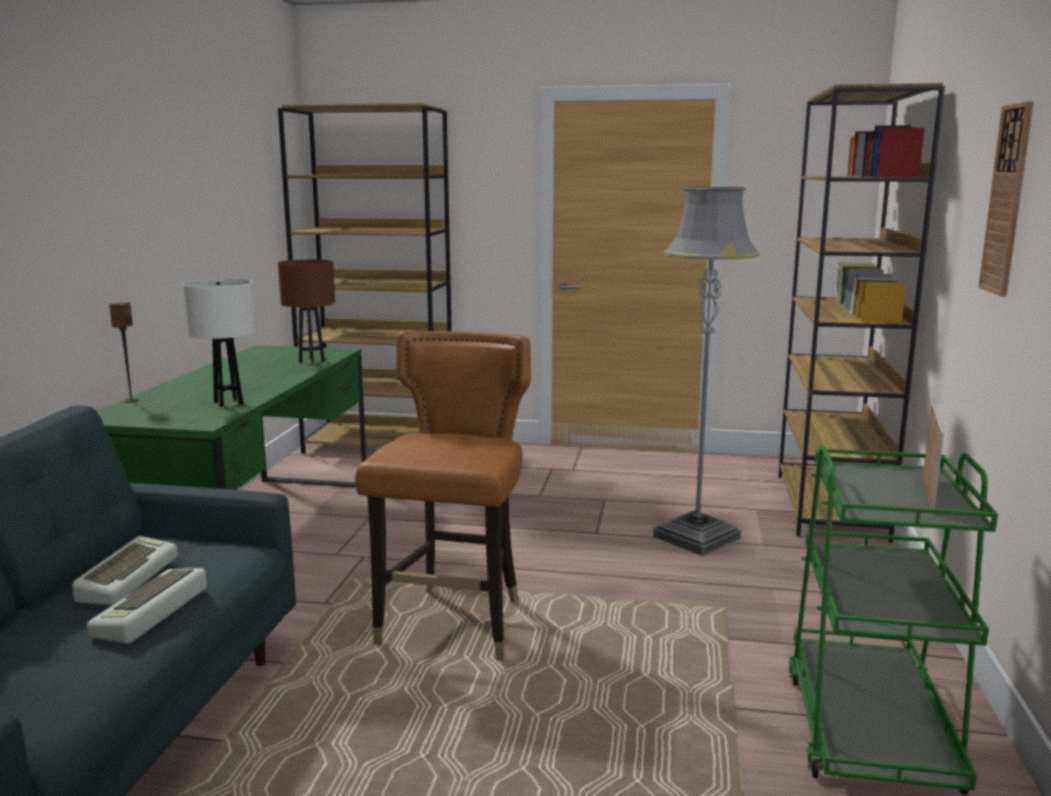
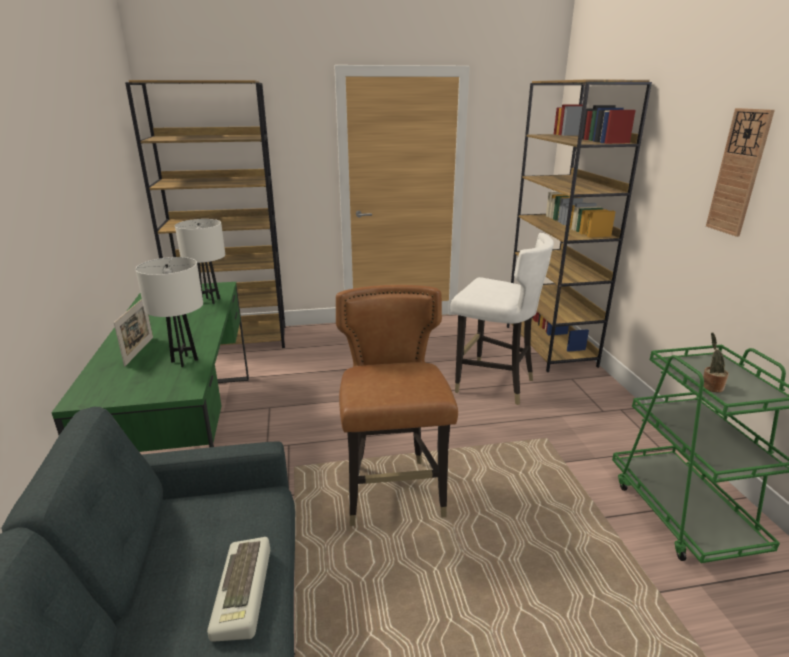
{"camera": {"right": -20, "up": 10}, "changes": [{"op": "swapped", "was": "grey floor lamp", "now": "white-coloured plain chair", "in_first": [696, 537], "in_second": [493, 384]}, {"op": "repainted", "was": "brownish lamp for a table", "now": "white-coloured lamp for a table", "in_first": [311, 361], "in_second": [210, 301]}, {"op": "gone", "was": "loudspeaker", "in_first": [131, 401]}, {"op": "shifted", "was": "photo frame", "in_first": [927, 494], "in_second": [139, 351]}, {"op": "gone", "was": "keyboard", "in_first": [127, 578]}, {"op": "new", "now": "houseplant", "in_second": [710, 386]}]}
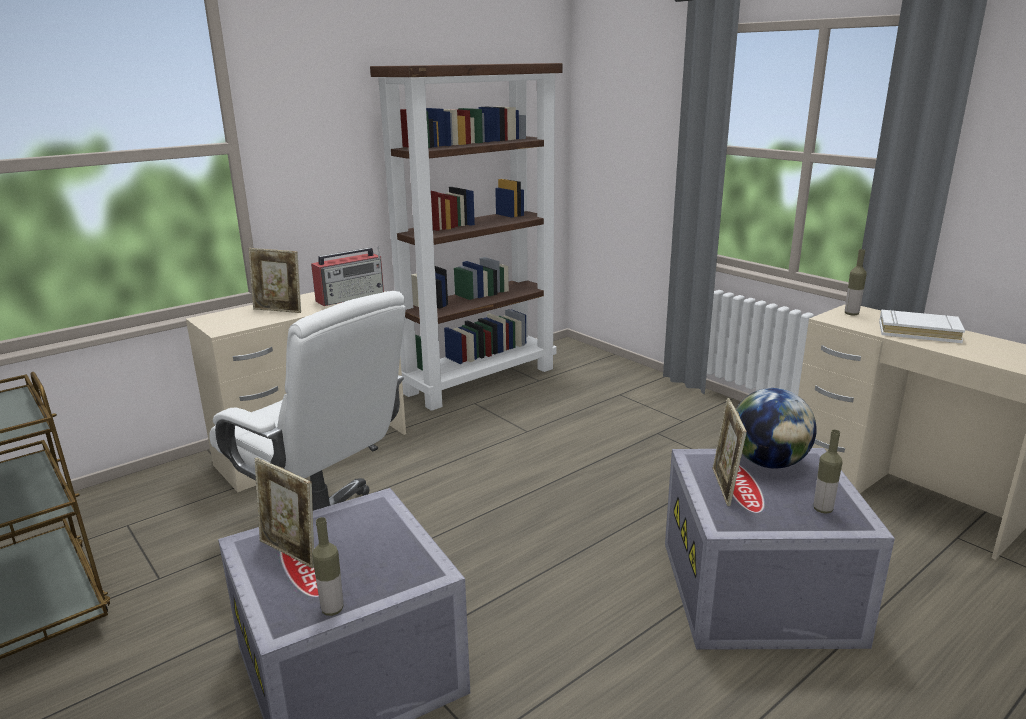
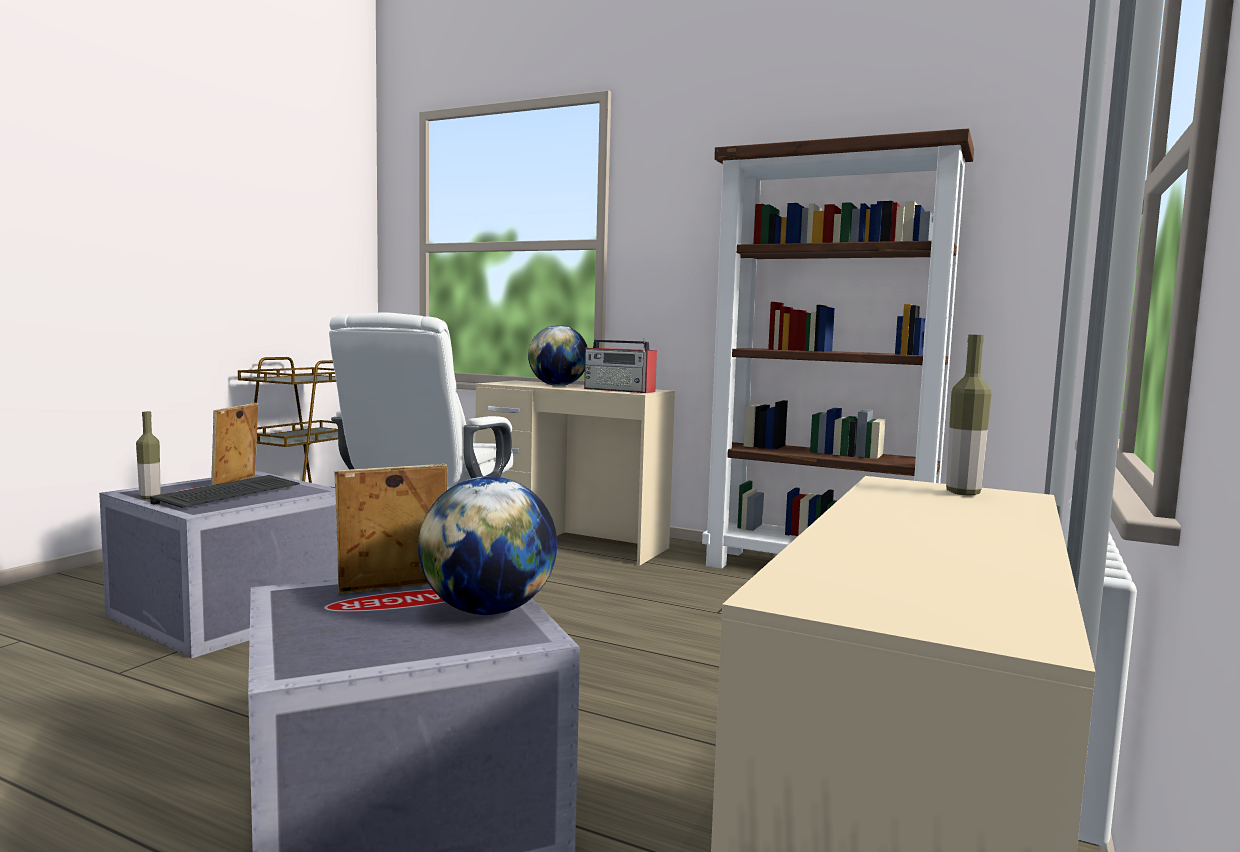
{"camera": {"right": 65, "up": -15}, "changes": [{"op": "swapped", "was": "photo frame", "now": "world globe", "in_first": [279, 310], "in_second": [557, 385]}, {"op": "gone", "was": "white-coloured volume", "in_first": [918, 332]}, {"op": "gone", "was": "drink bottle", "in_first": [822, 509]}, {"op": "new", "now": "keyboard", "in_second": [228, 495]}]}
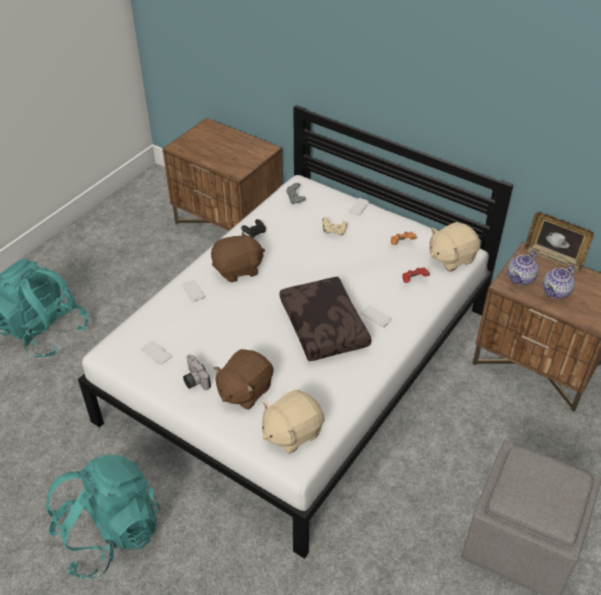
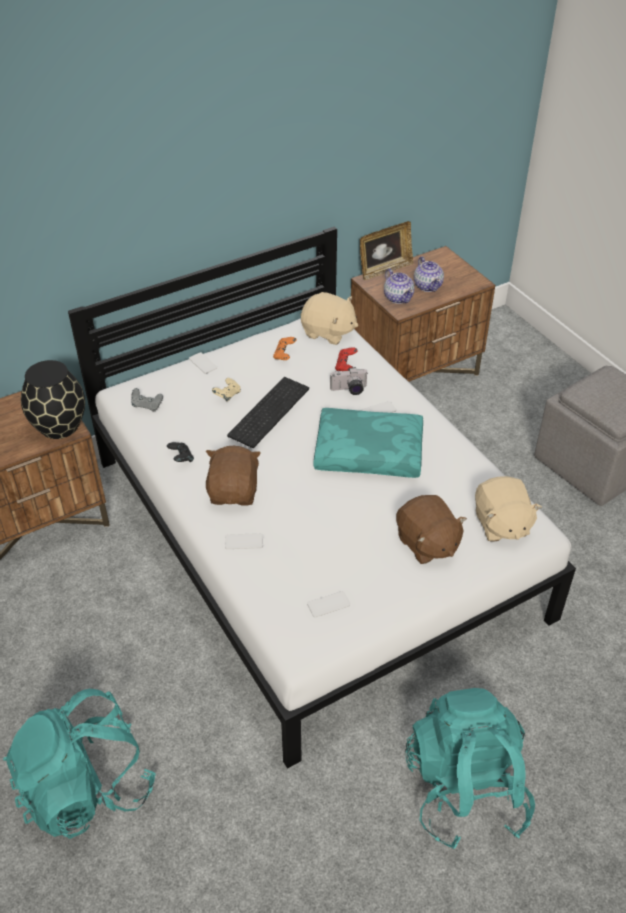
{"camera": {"right": -65, "up": 0}, "changes": [{"op": "rotated", "was": "beige plush toy", "in_first": [451, 258], "in_second": [328, 332], "clockwise": -60}, {"op": "repainted", "was": "brownish throw pillow", "now": "turquoise throw pillow", "in_first": [325, 326], "in_second": [369, 451]}, {"op": "shifted", "was": "still camera", "in_first": [194, 380], "in_second": [349, 390]}, {"op": "new", "now": "black-coloured flower vase", "in_second": [59, 426]}, {"op": "new", "now": "keyboard", "in_second": [268, 410]}]}
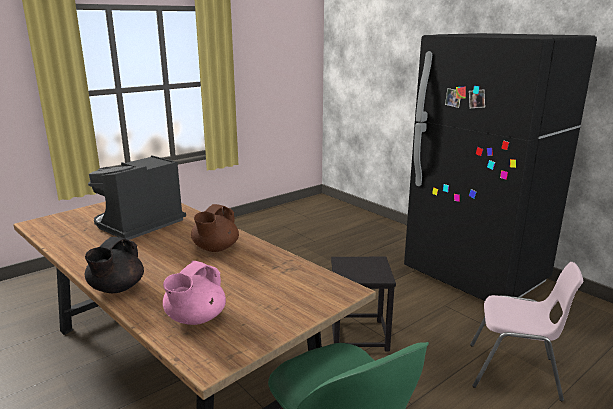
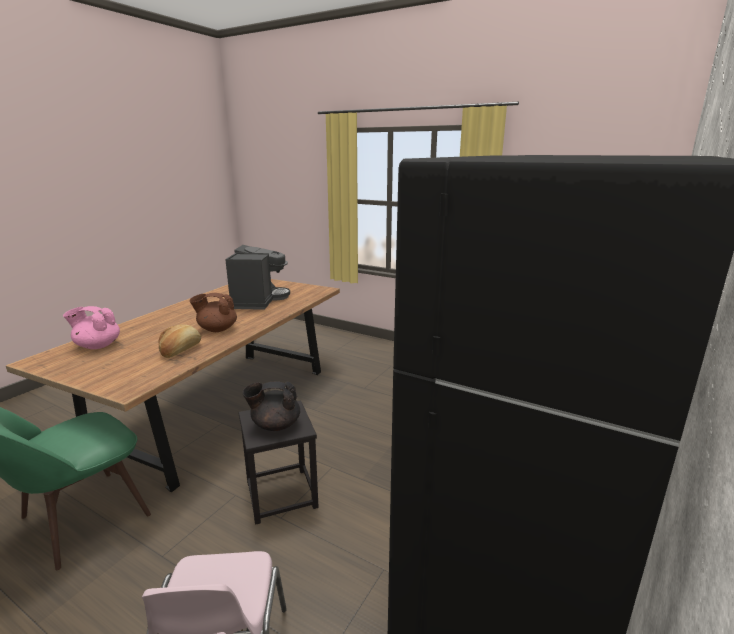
{"camera": {"right": 70, "up": 0}, "changes": [{"op": "rotated", "was": "coffee machine", "in_first": [139, 225], "in_second": [258, 300], "clockwise": 75}, {"op": "shifted", "was": "black-coloured pot for tea", "in_first": [116, 288], "in_second": [275, 425]}, {"op": "new", "now": "bread", "in_second": [181, 350]}]}
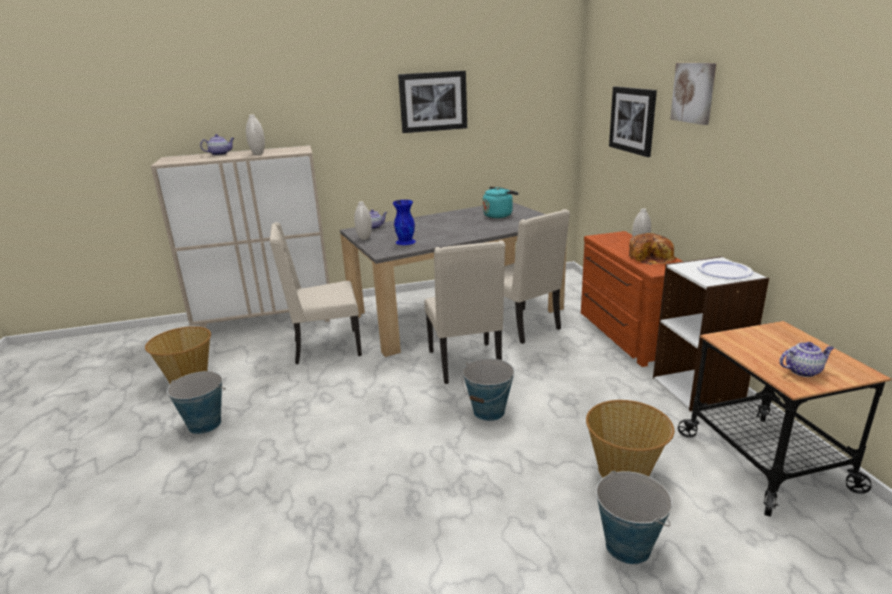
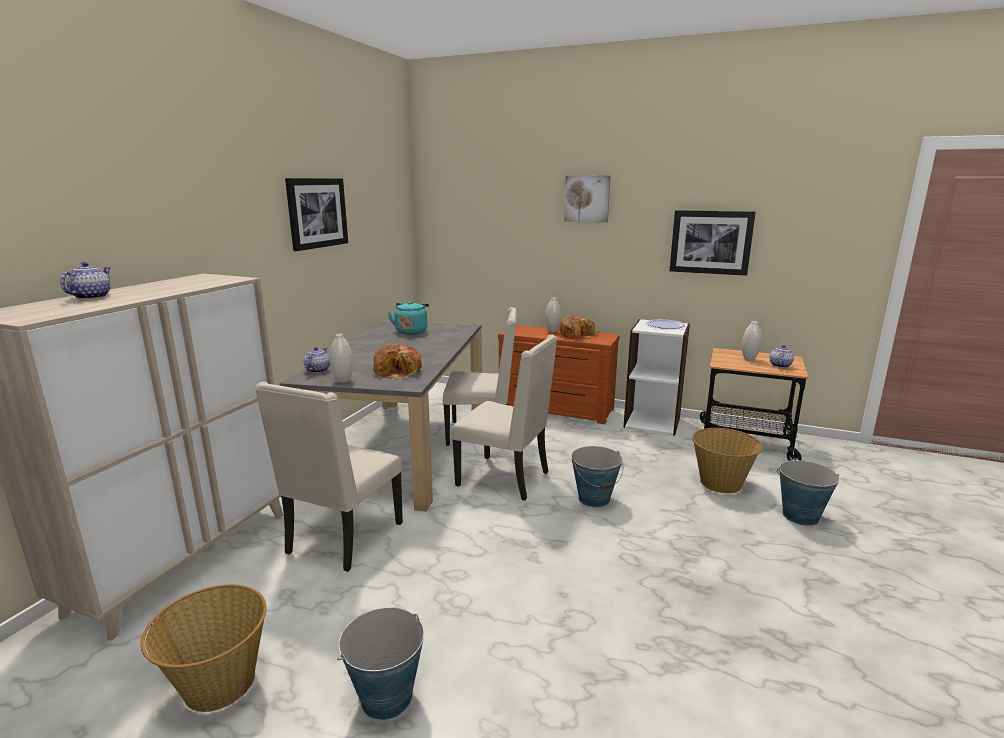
{"camera": {"right": -55, "up": -5}, "changes": [{"op": "shifted", "was": "wall art", "in_first": [632, 120], "in_second": [710, 242]}, {"op": "shifted", "was": "white-coloured flower vase", "in_first": [258, 154], "in_second": [749, 359]}, {"op": "swapped", "was": "blue flower vase", "now": "bread", "in_first": [406, 241], "in_second": [399, 371]}]}
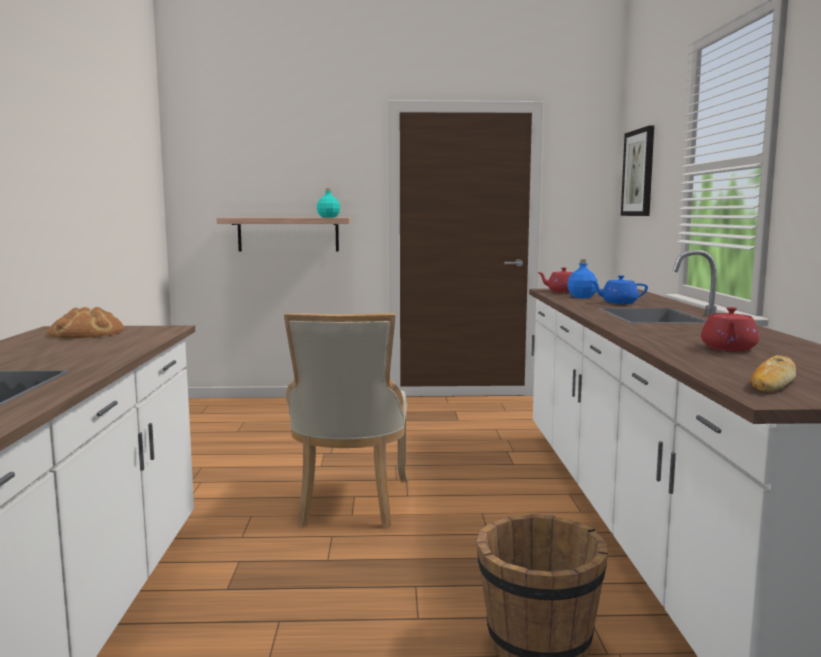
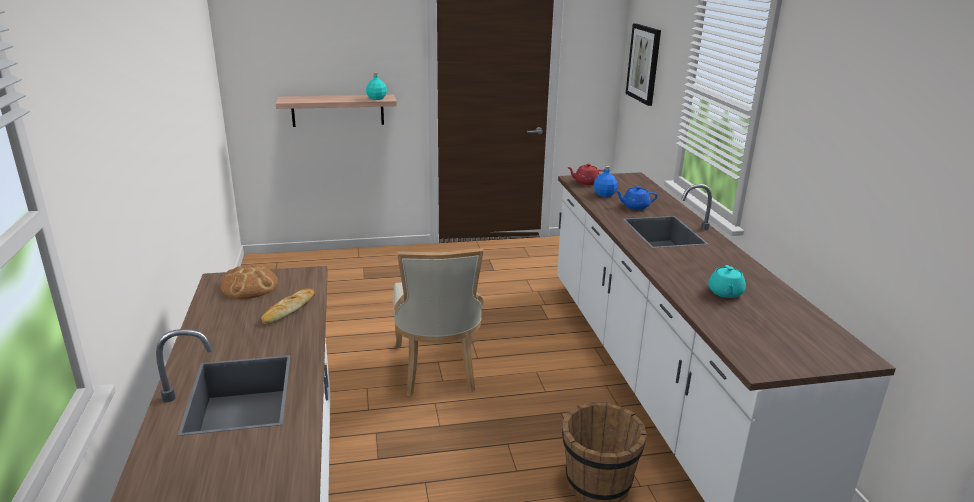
{"camera": {"right": -10, "up": 15}, "changes": [{"op": "repainted", "was": "reddish pot for tea", "now": "turquoise pot for tea", "in_first": [728, 348], "in_second": [725, 293]}, {"op": "shifted", "was": "bread", "in_first": [773, 381], "in_second": [289, 310]}]}
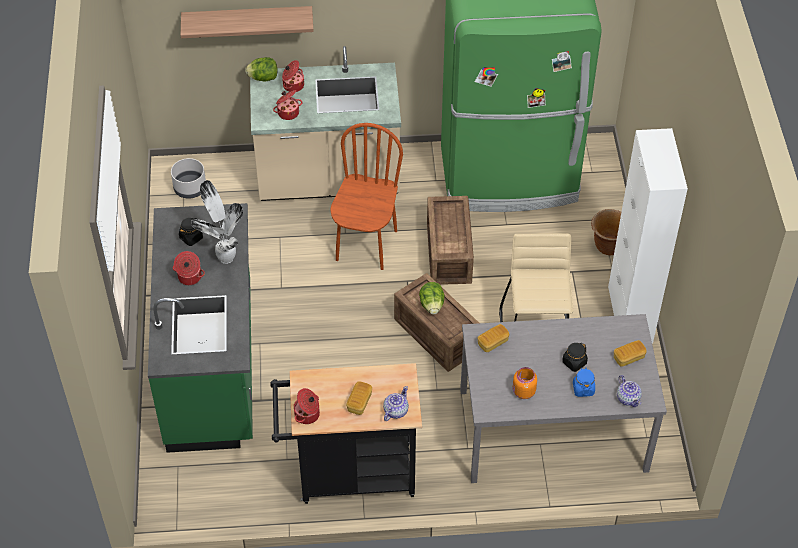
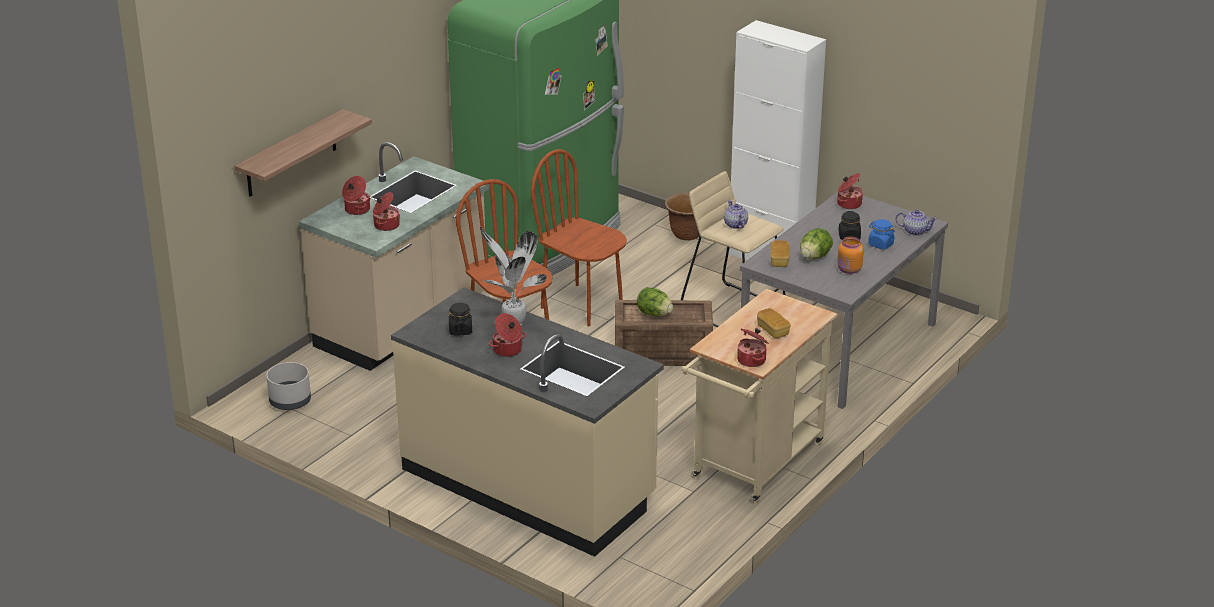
{"camera": {"right": -50, "up": -20}, "changes": [{"op": "shifted", "was": "head of lettuce", "in_first": [263, 78], "in_second": [814, 257]}, {"op": "swapped", "was": "crate", "now": "brownish plain chair", "in_first": [450, 252], "in_second": [582, 305]}, {"op": "repainted", "was": "green-coloured kitchen counter", "now": "beige kitchen counter", "in_first": [212, 366], "in_second": [529, 484]}, {"op": "gone", "was": "bread", "in_first": [628, 357]}, {"op": "repainted", "was": "black-coloured trolley", "now": "beige trolley", "in_first": [348, 474], "in_second": [753, 465]}, {"op": "shifted", "was": "pot for tea", "in_first": [395, 411], "in_second": [735, 225]}, {"op": "new", "now": "stockpot", "in_second": [848, 204]}]}
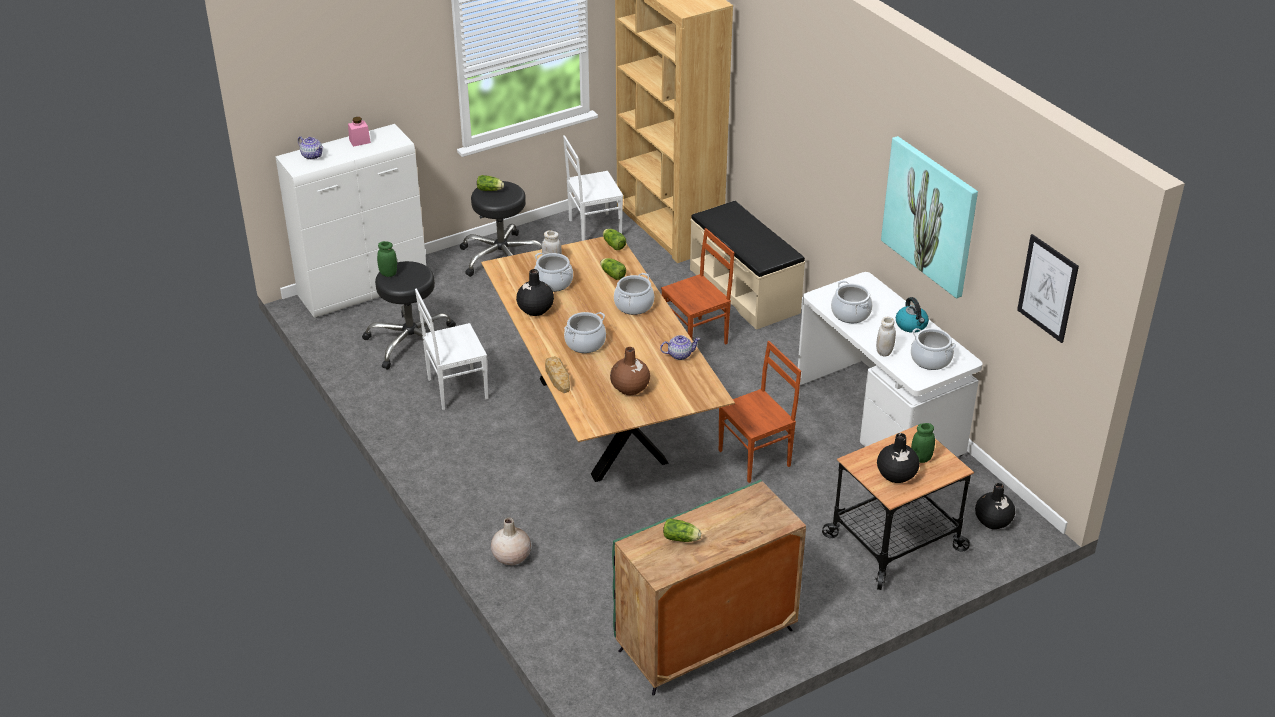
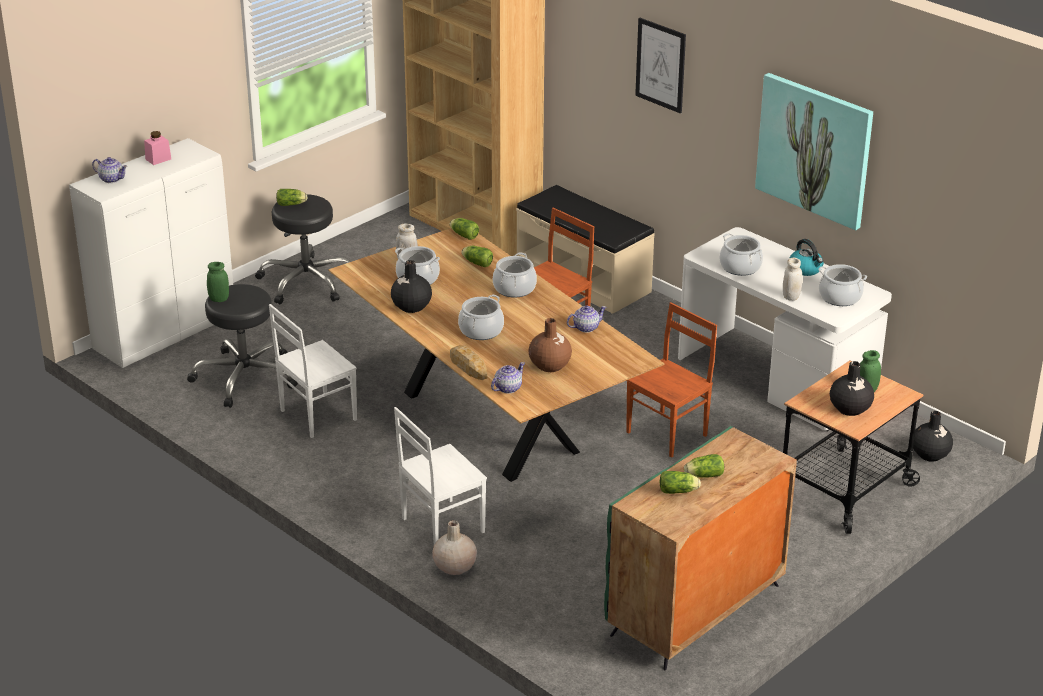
{"camera": {"right": -15, "up": -5}, "changes": [{"op": "shifted", "was": "white-coloured plain chair", "in_first": [593, 228], "in_second": [441, 525]}, {"op": "shifted", "was": "wall art", "in_first": [1047, 288], "in_second": [660, 65]}, {"op": "new", "now": "pot for tea", "in_second": [507, 388]}, {"op": "new", "now": "head of lettuce", "in_second": [703, 475]}]}
